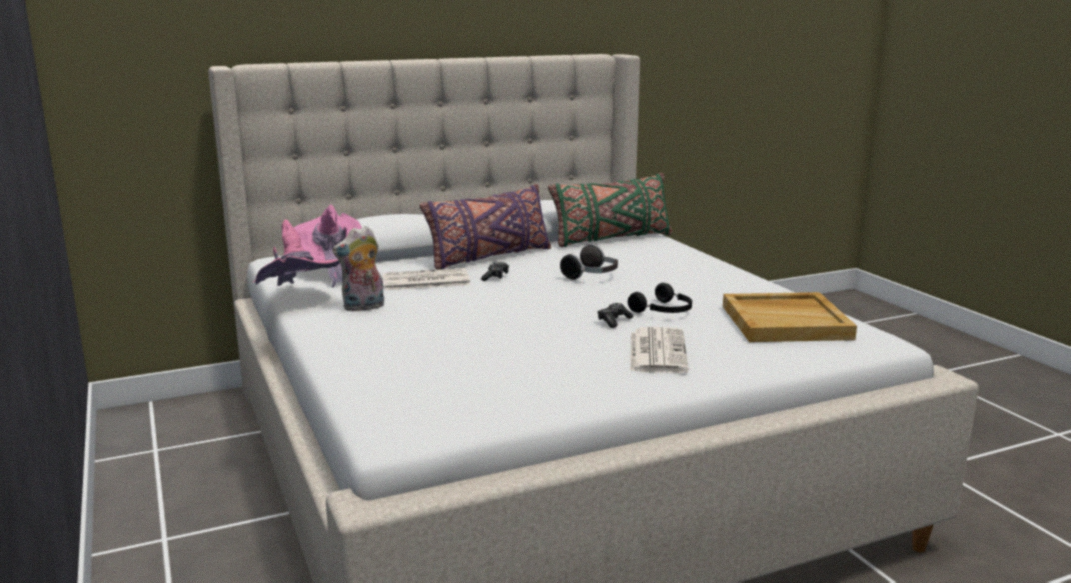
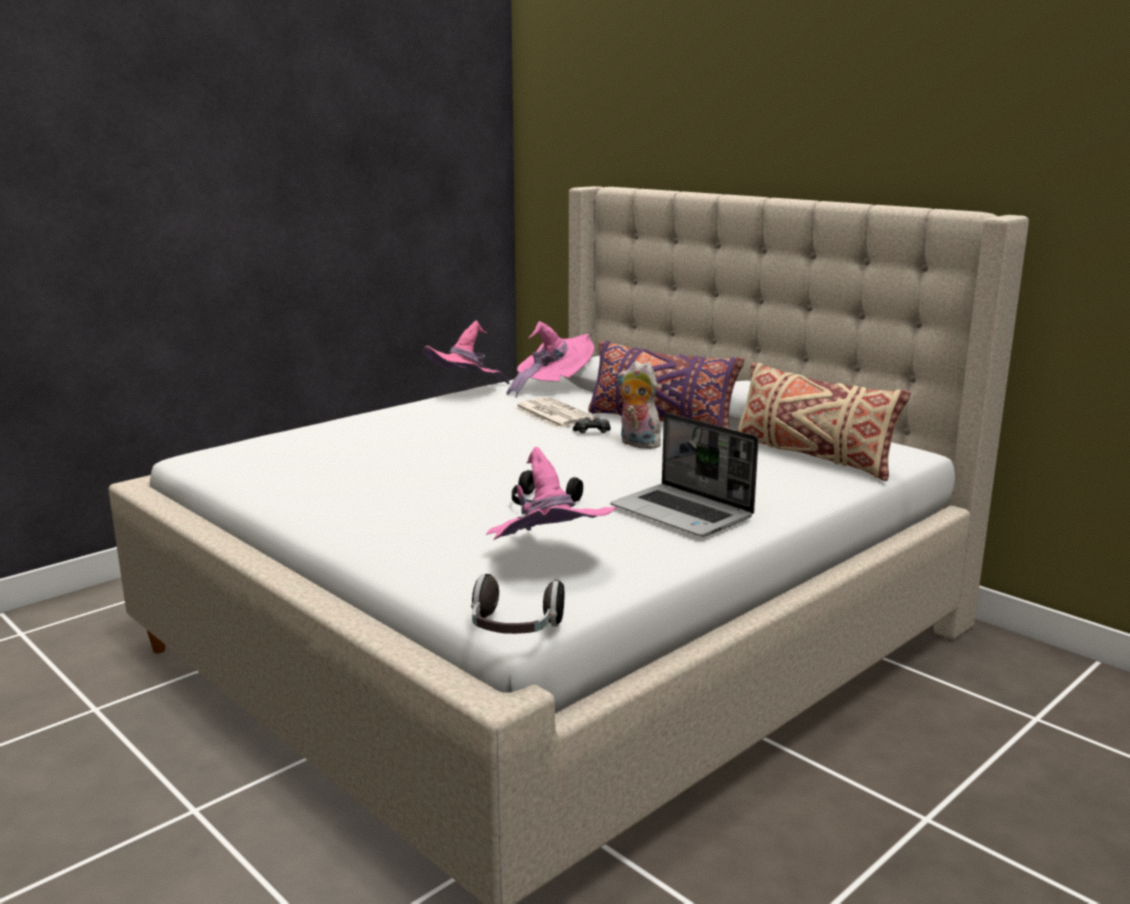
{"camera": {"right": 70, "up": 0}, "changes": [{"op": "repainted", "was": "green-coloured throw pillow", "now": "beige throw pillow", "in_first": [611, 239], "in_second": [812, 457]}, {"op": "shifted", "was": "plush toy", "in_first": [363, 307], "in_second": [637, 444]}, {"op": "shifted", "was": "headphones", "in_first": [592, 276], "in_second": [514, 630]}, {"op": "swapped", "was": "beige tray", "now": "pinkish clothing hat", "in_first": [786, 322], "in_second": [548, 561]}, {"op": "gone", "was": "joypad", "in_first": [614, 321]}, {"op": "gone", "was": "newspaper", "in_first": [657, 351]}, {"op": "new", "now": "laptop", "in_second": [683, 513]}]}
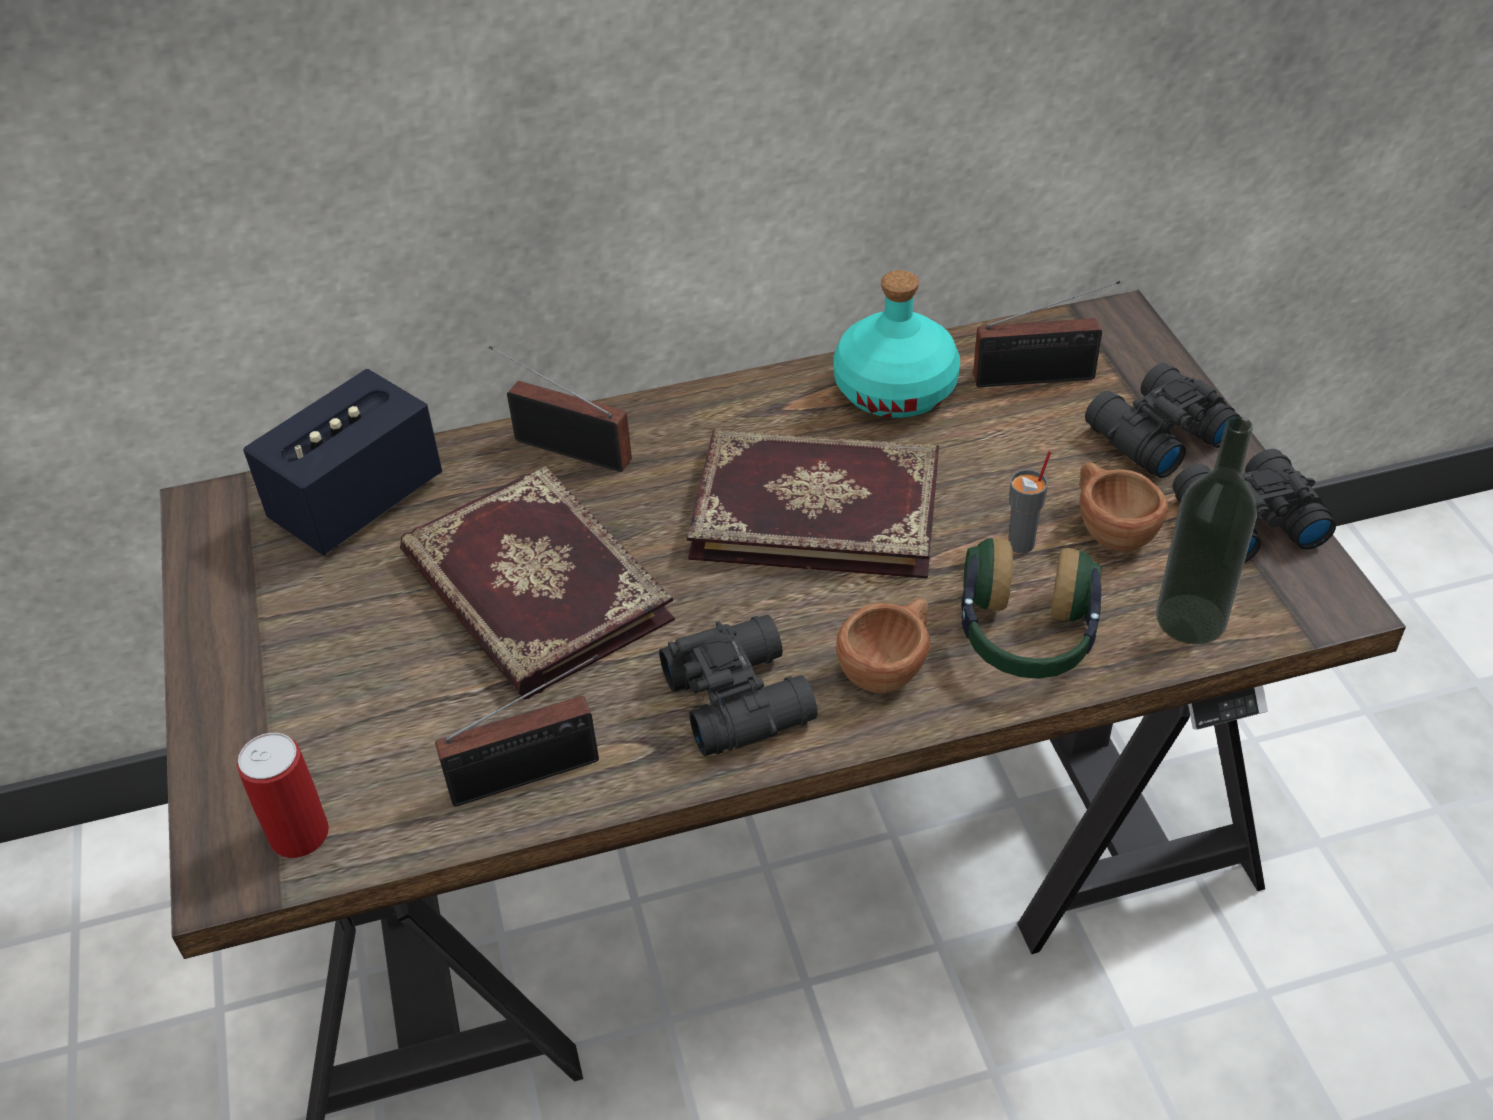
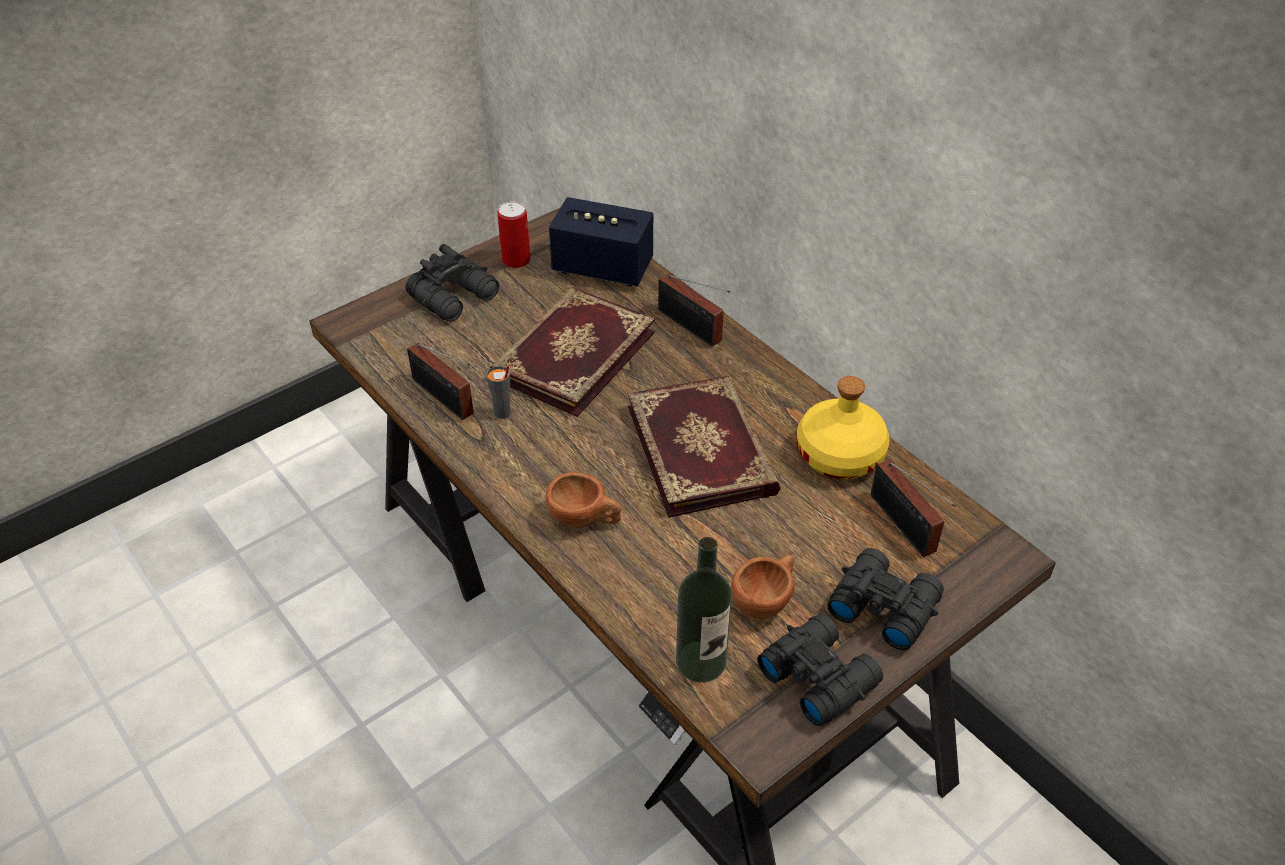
{"camera": {"right": 65, "up": 0}, "changes": [{"op": "repainted", "was": "turquoise drink bottle", "now": "yellowish drink bottle", "in_first": [895, 389], "in_second": [840, 455]}, {"op": "rotated", "was": "radio", "in_first": [567, 447], "in_second": [692, 328], "clockwise": 135}, {"op": "shifted", "was": "grey drinking cup", "in_first": [1022, 544], "in_second": [502, 413]}, {"op": "gone", "was": "headphones", "in_first": [1026, 636]}, {"op": "shifted", "was": "black-coloured field glasses", "in_first": [740, 696], "in_second": [456, 297]}, {"op": "shifted", "was": "can", "in_first": [299, 834], "in_second": [516, 260]}]}
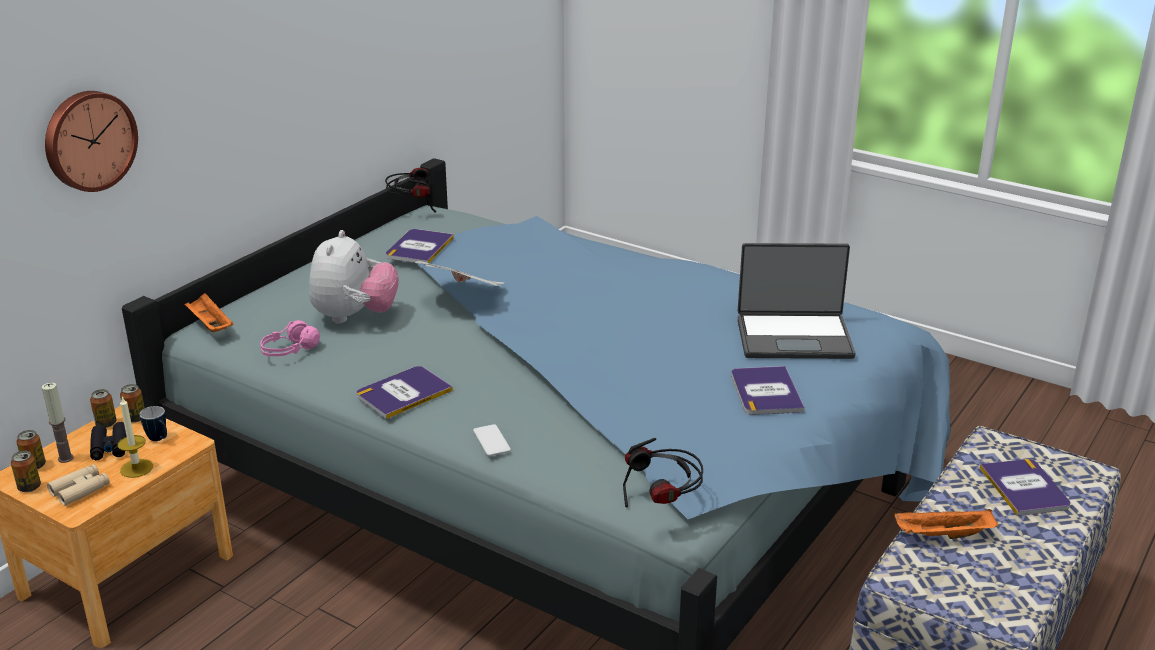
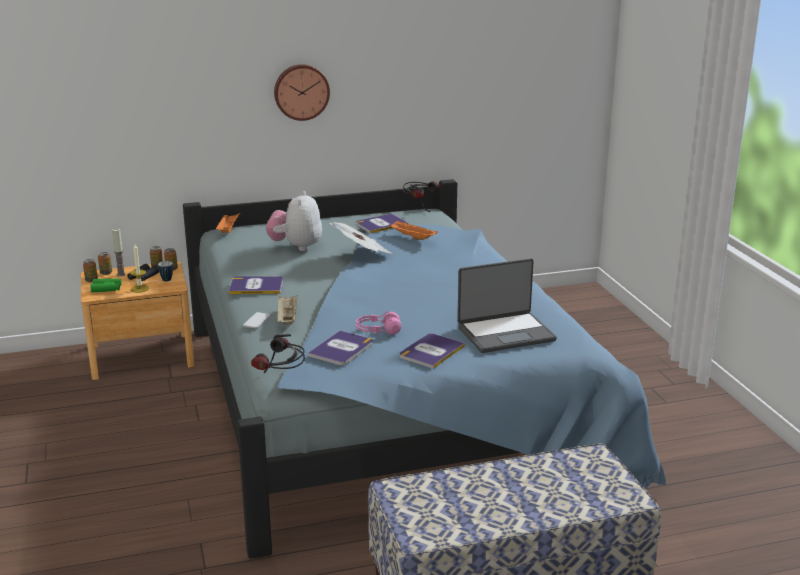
{"camera": {"right": 40, "up": -5}, "changes": [{"op": "shifted", "was": "wall clock", "in_first": [88, 140], "in_second": [301, 92]}, {"op": "rotated", "was": "plush toy", "in_first": [354, 317], "in_second": [296, 247], "clockwise": 135}, {"op": "rotated", "was": "laptop", "in_first": [794, 337], "in_second": [505, 333], "clockwise": -60}, {"op": "shifted", "was": "pinkish headphones", "in_first": [289, 350], "in_second": [378, 331]}, {"op": "shifted", "was": "volume", "in_first": [1024, 488], "in_second": [341, 349]}, {"op": "repainted", "was": "beige field glasses", "now": "green-coloured field glasses", "in_first": [80, 490], "in_second": [106, 289]}, {"op": "shifted", "was": "orange tray", "in_first": [942, 536], "in_second": [412, 237]}, {"op": "new", "now": "beige tray", "in_second": [287, 318]}]}
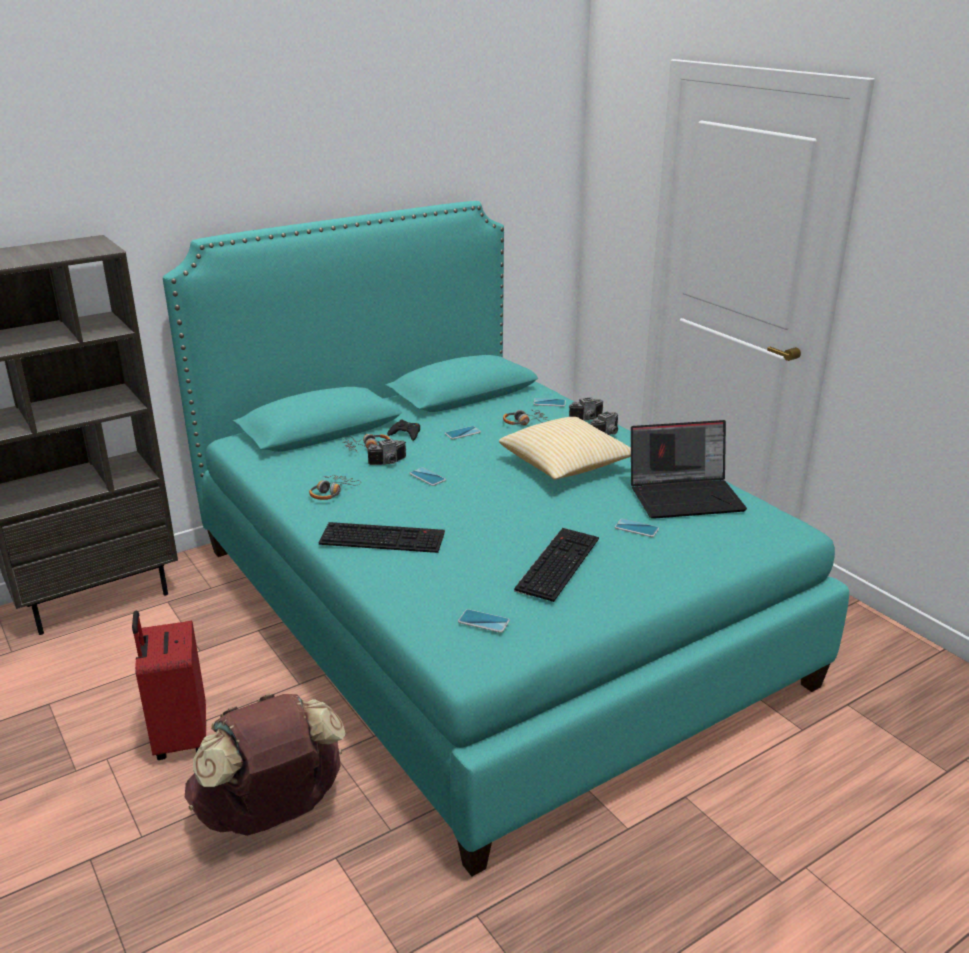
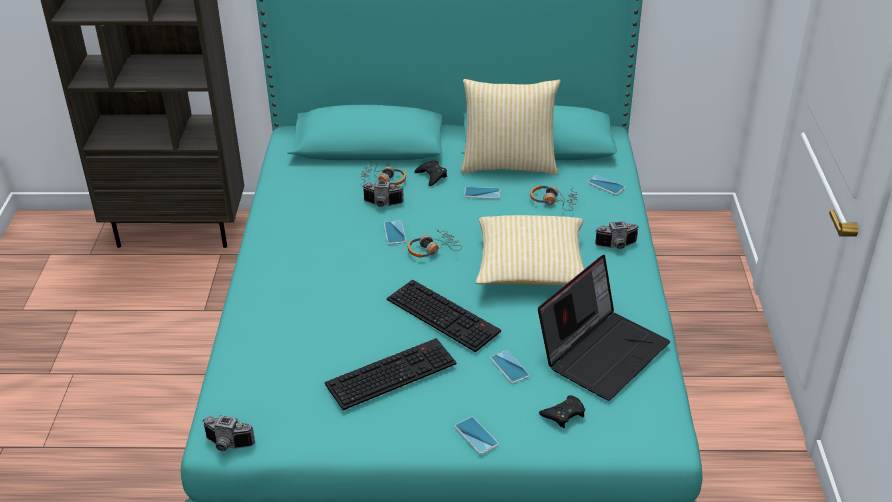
{"camera": {"right": 35, "up": 10}, "changes": [{"op": "shifted", "was": "still camera", "in_first": [588, 419], "in_second": [227, 445]}, {"op": "rotated", "was": "laptop", "in_first": [686, 496], "in_second": [602, 351], "clockwise": -75}, {"op": "shifted", "was": "headphones", "in_first": [332, 492], "in_second": [432, 249]}, {"op": "shifted", "was": "keyboard", "in_first": [384, 537], "in_second": [445, 315]}, {"op": "shifted", "was": "telephone", "in_first": [483, 621], "in_second": [476, 436]}, {"op": "gone", "was": "reddish piece of luggage", "in_first": [179, 738]}, {"op": "gone", "was": "brownish knapsack", "in_first": [271, 813]}, {"op": "new", "now": "throw pillow", "in_second": [509, 164]}, {"op": "new", "now": "black-coloured joypad", "in_second": [564, 414]}]}
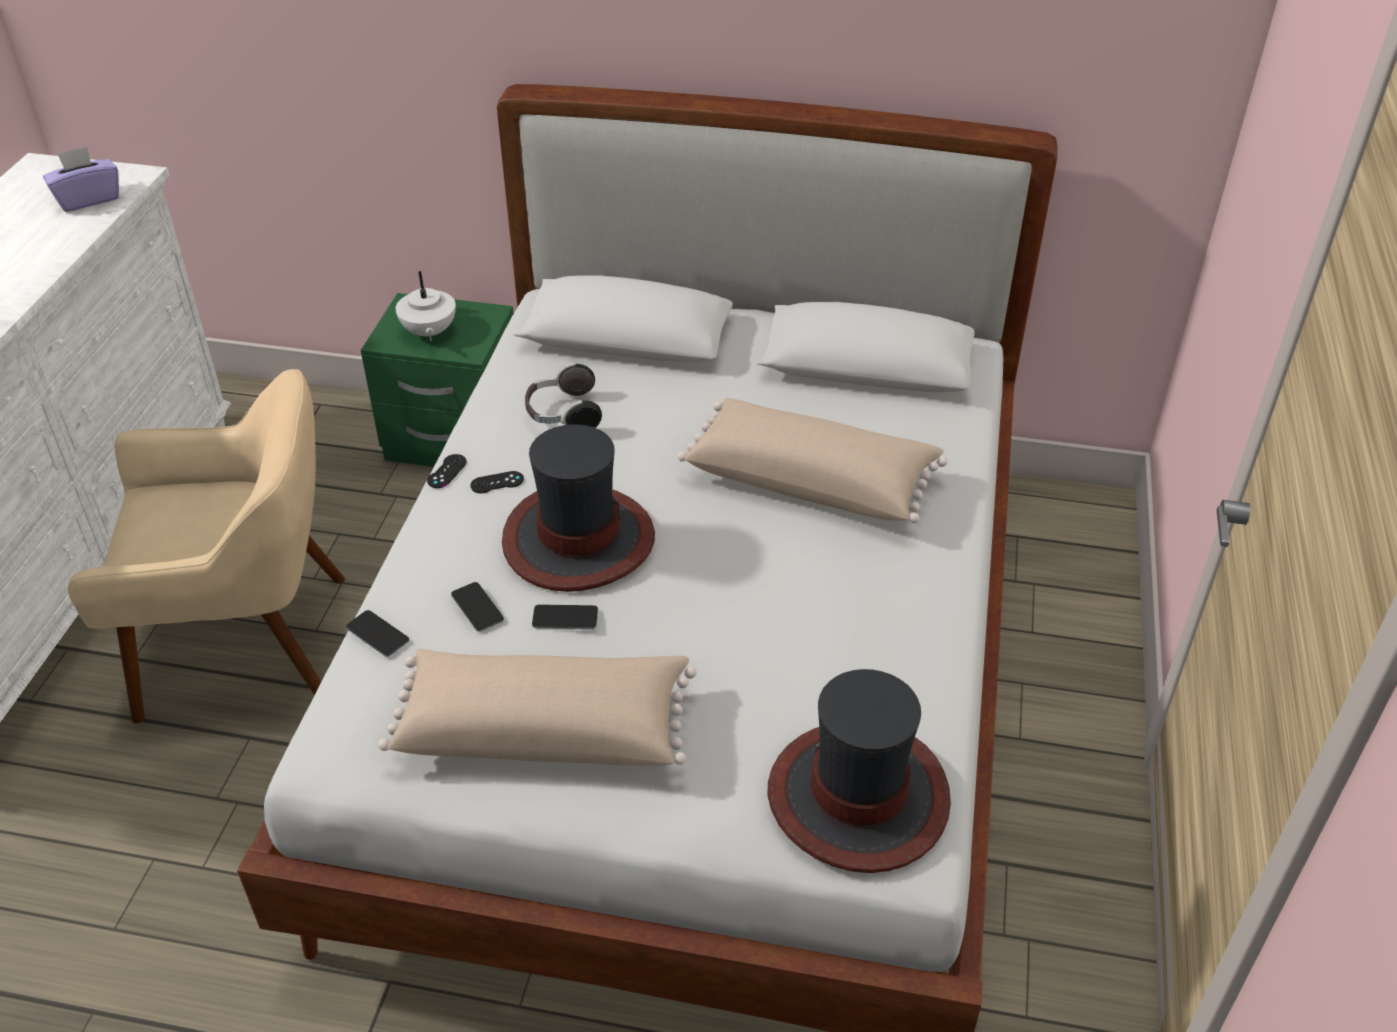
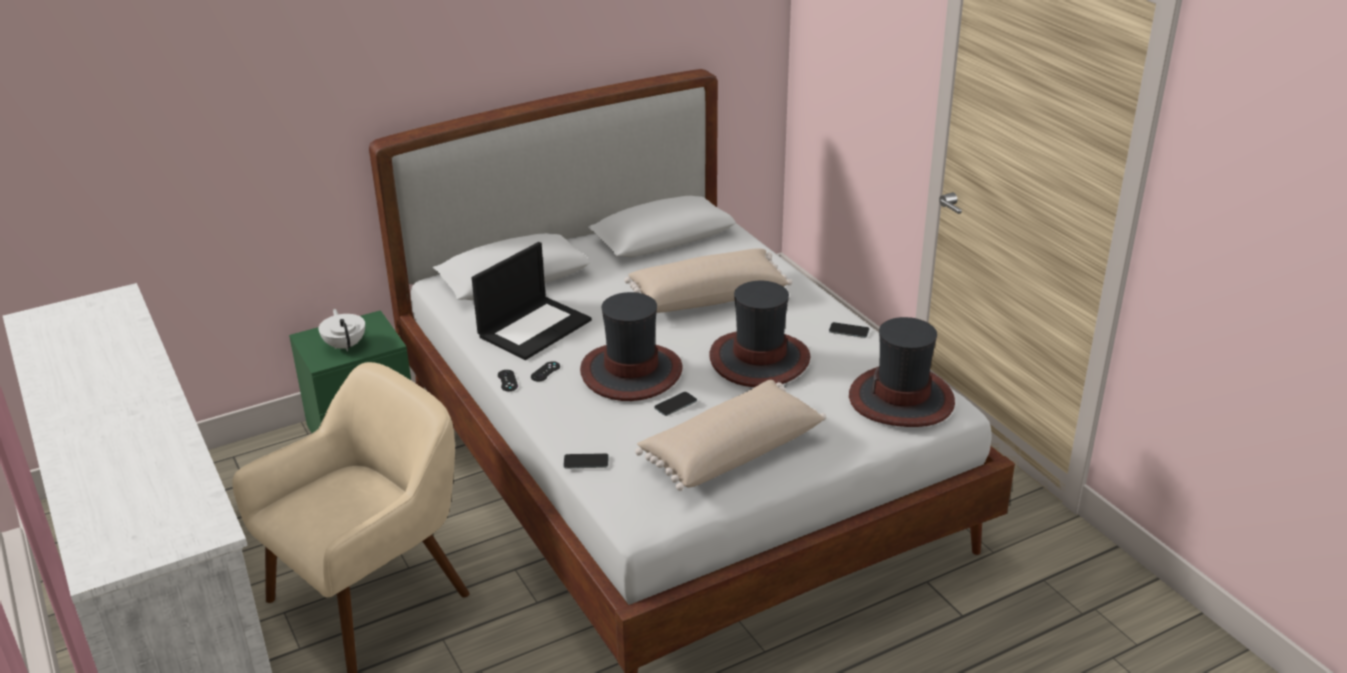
{"camera": {"right": -40, "up": -10}, "changes": [{"op": "gone", "was": "purplish tissue holder", "in_first": [88, 199]}, {"op": "rotated", "was": "white-coloured pot for tea", "in_first": [429, 333], "in_second": [345, 345], "clockwise": -150}, {"op": "swapped", "was": "headphones", "now": "laptop", "in_first": [563, 415], "in_second": [534, 327]}, {"op": "shifted", "was": "telephone", "in_first": [477, 607], "in_second": [849, 330]}, {"op": "new", "now": "clothing hat", "in_second": [759, 359]}]}
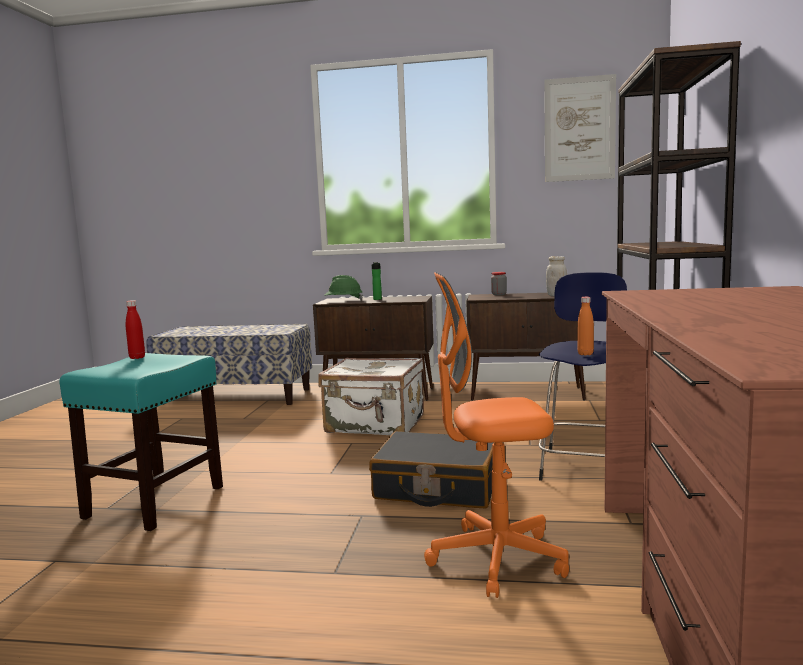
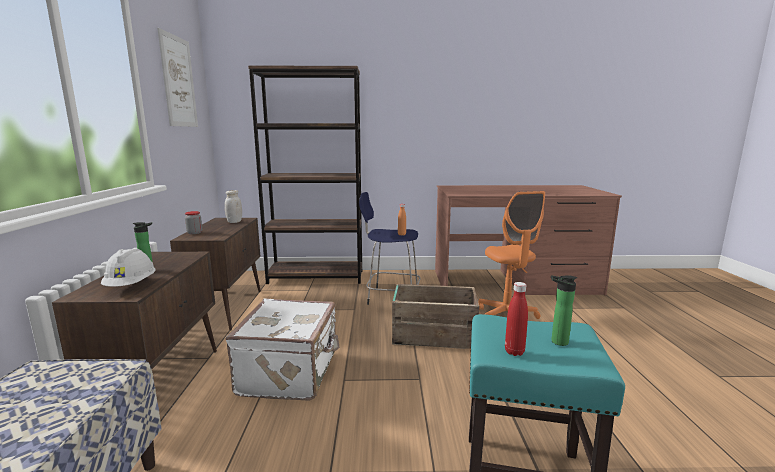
{"camera": {"right": -100, "up": 5}, "changes": [{"op": "repainted", "was": "green-coloured hard hat", "now": "white-coloured hard hat", "in_first": [343, 301], "in_second": [131, 286]}, {"op": "swapped", "was": "black-coloured piece of luggage", "now": "crate", "in_first": [437, 487], "in_second": [432, 334]}, {"op": "new", "now": "drink bottle", "in_second": [556, 341]}]}
